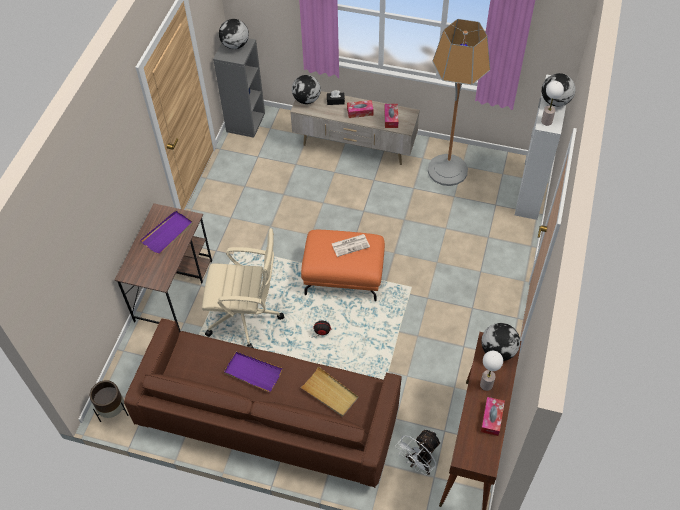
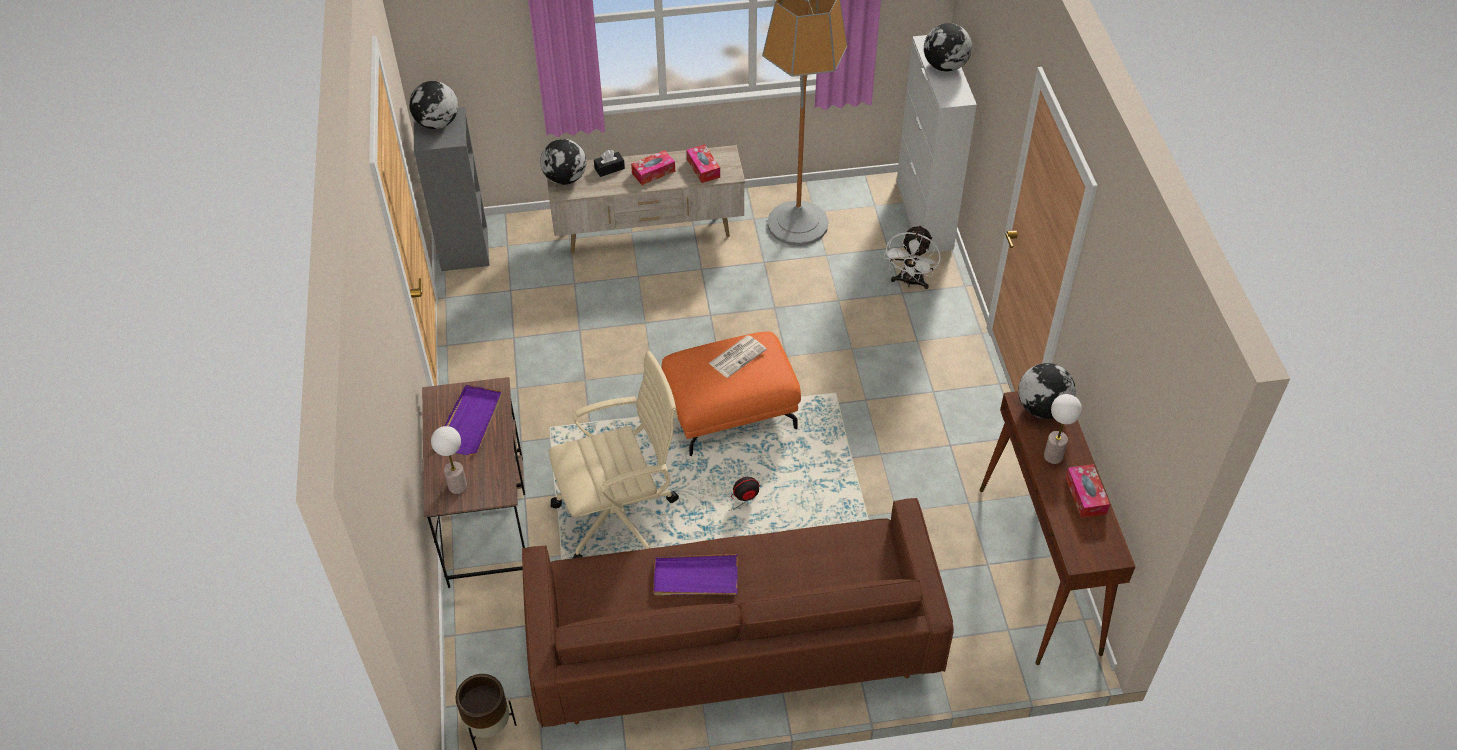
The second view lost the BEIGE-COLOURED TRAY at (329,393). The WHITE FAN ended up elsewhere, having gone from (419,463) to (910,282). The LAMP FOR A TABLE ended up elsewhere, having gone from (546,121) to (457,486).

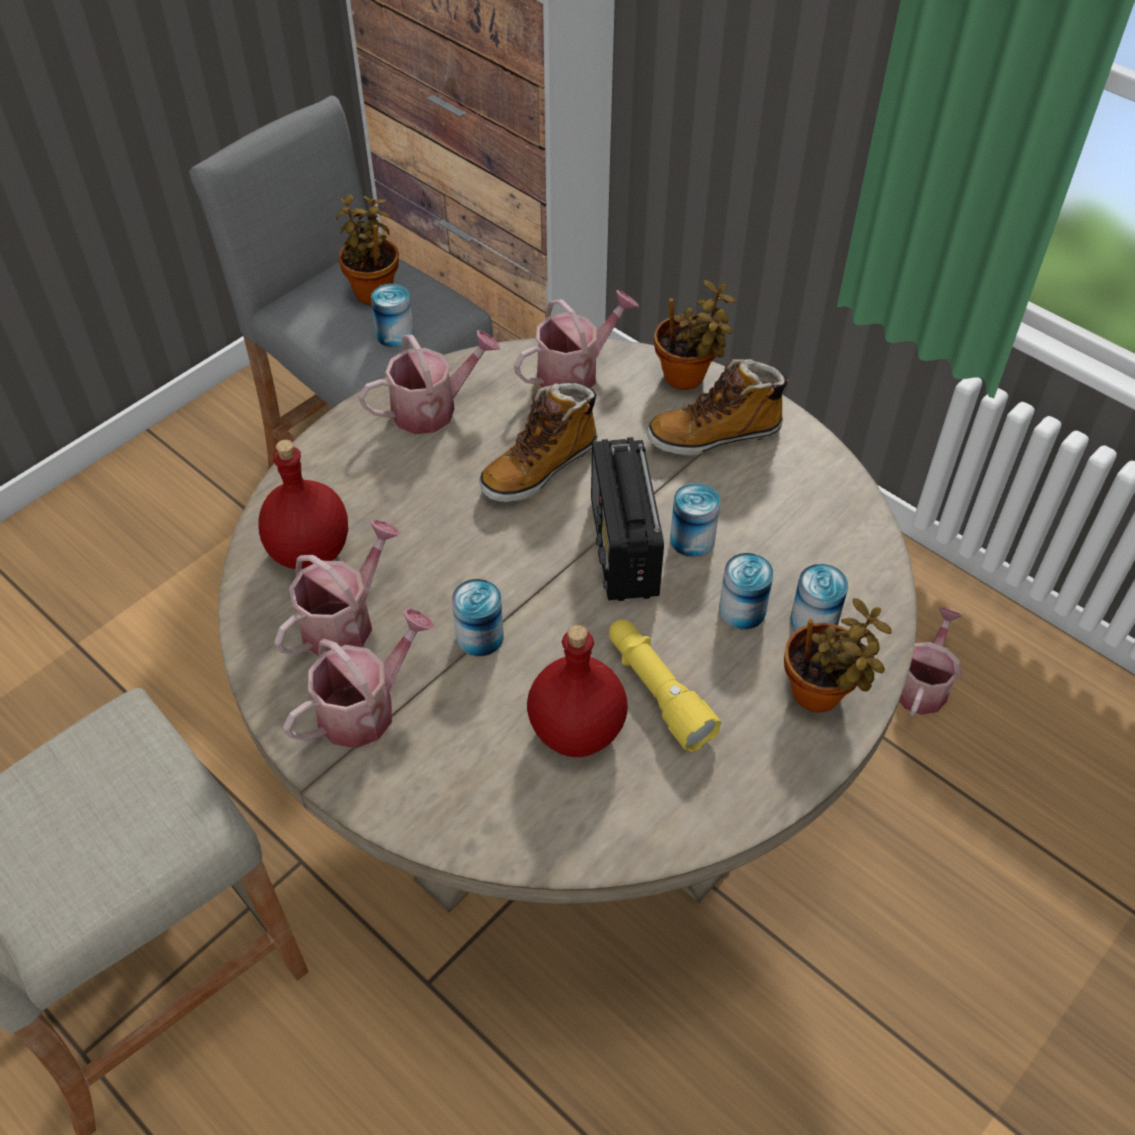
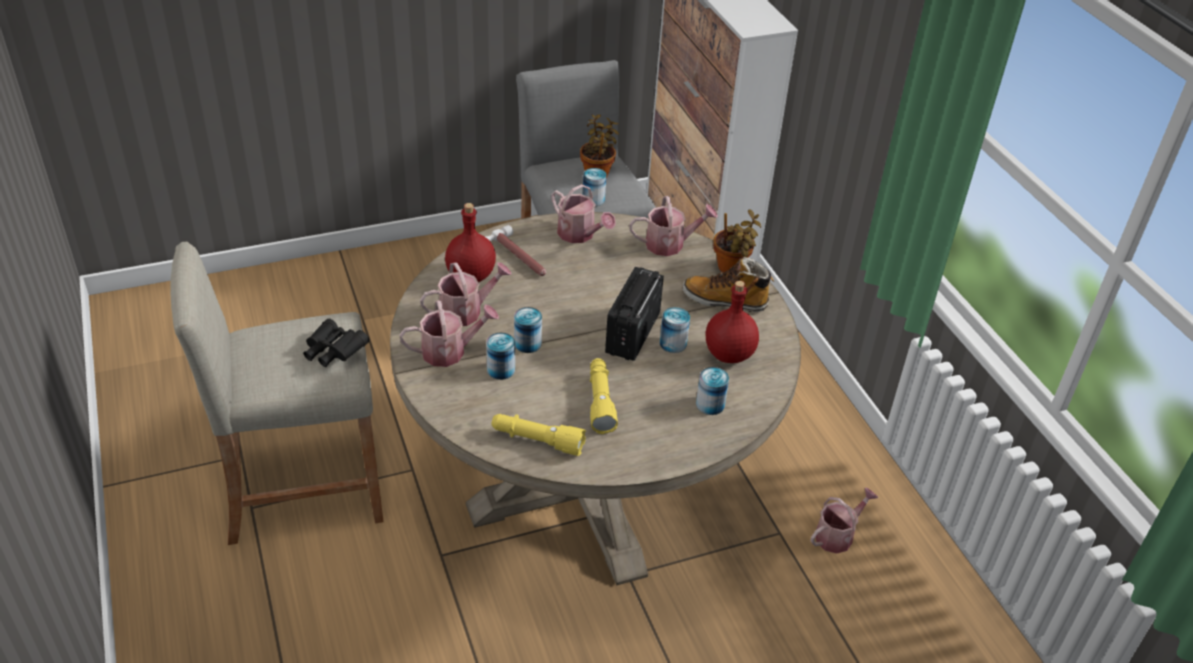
The second view lost the BOOT at (540,467). The second view lost the POTTED PLANT at (821,696). The second view gained the BLACK BINOCULARS at (333,353). The second view gained the HAND HAMMER at (518,257). The second view gained the YELLOW TORCH at (537,441). The RED-COLOURED BOTTLE ended up elsewhere, having gone from (575,730) to (728,354). The METAL CAN ended up elsewhere, having gone from (742,610) to (501,370). The WATERING CAN at (433,408) ended up facing another way, 45 degrees clockwise from before.

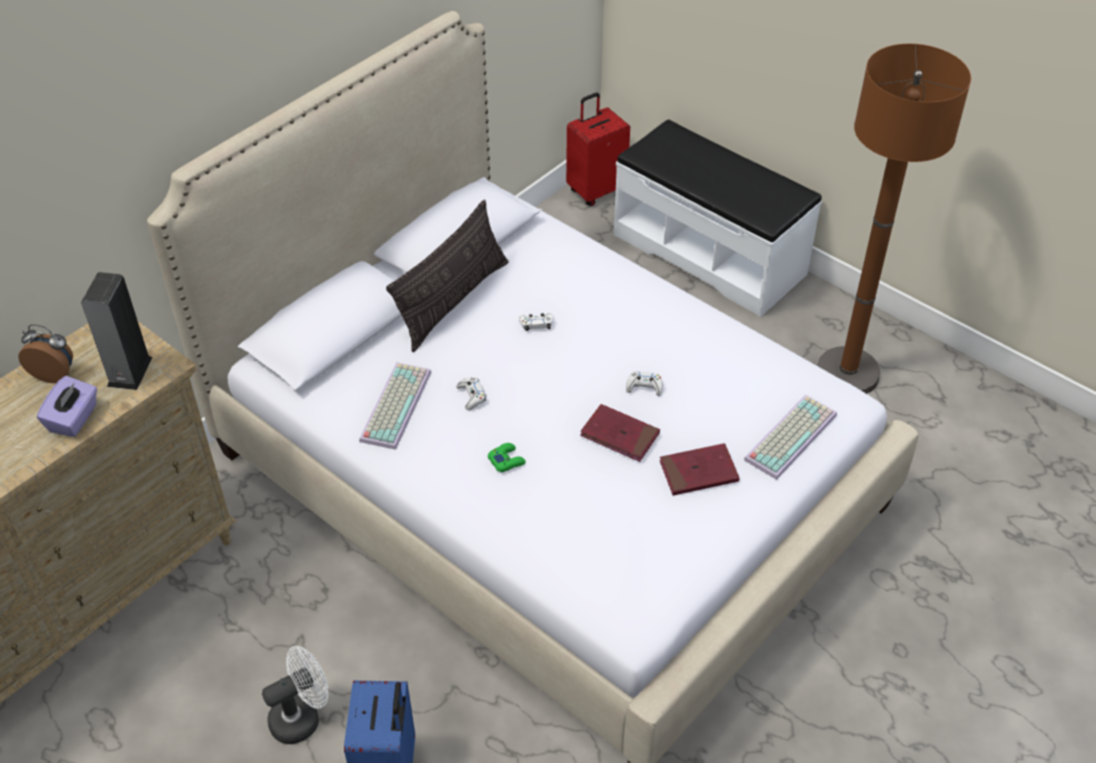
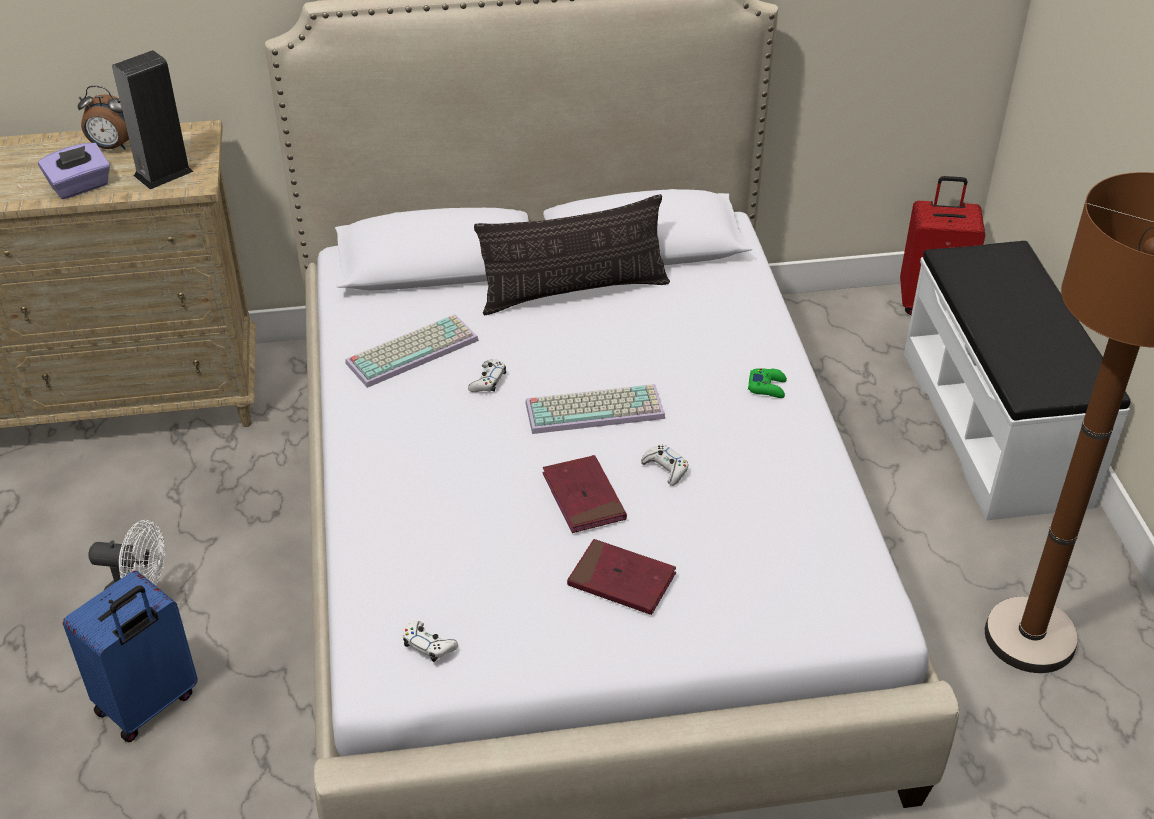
The GREENISH JOYPAD ended up elsewhere, having gone from (506,460) to (767,387). The WHITE JOYPAD ended up elsewhere, having gone from (536,324) to (429,645). The PC KEYBOARD ended up elsewhere, having gone from (790,435) to (596,408). The BEDSIDE CLOCK at (55,373) ended up facing another way, 135 degrees clockwise from before.

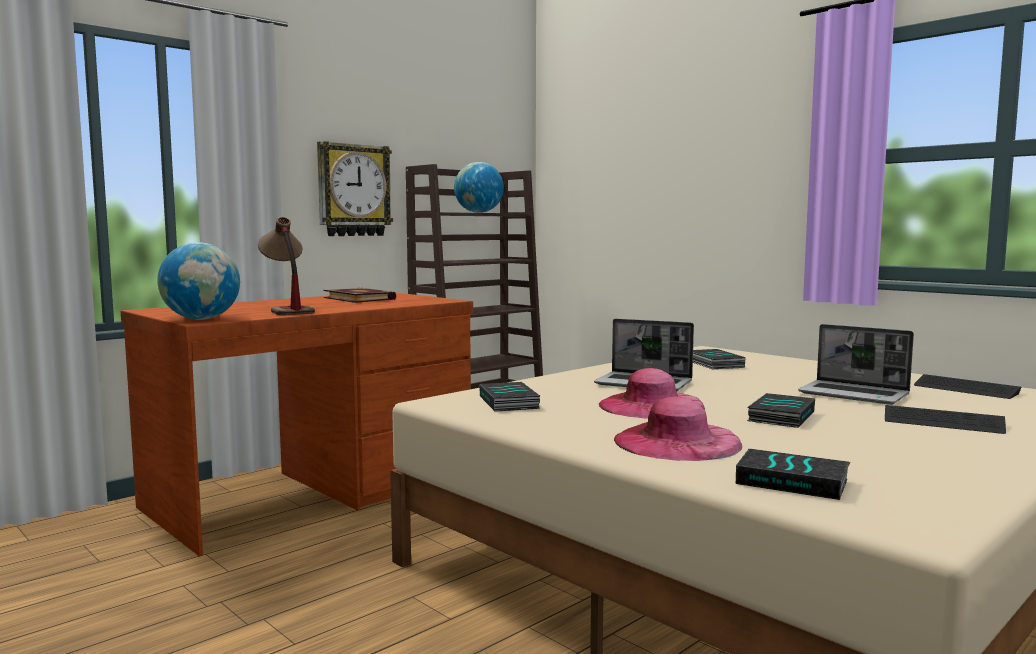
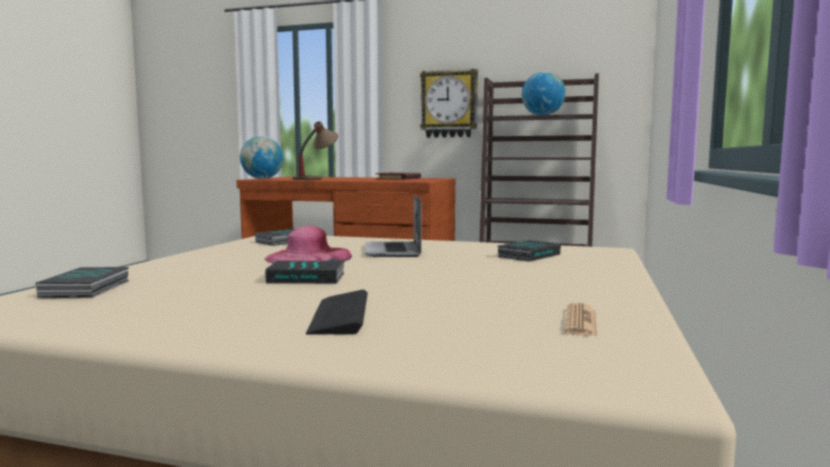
The second view lost the PINK-COLOURED HAT at (677,442). The second view lost the NOTEBOOK COMPUTER at (855,394). Where the PC KEYBOARD stood at (965,389), the NEWSPAPER came to stand at (581,321).

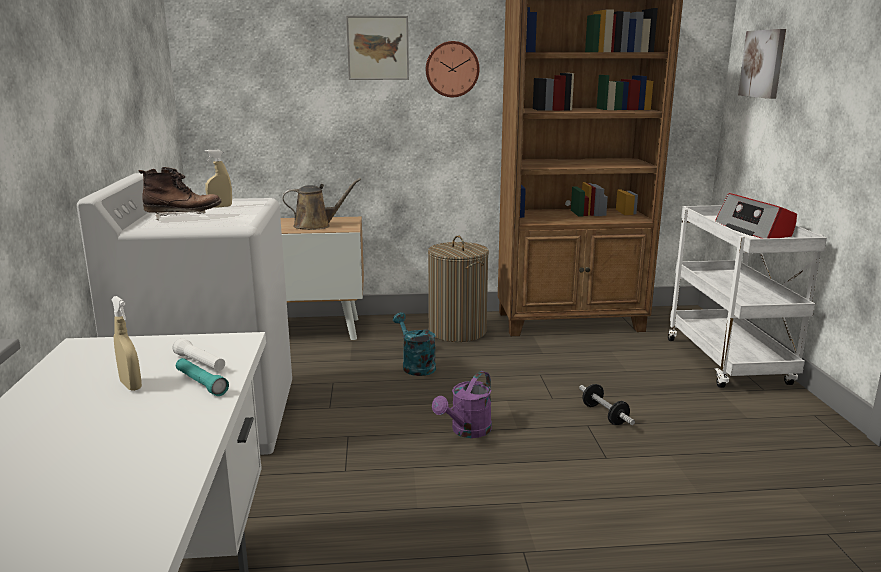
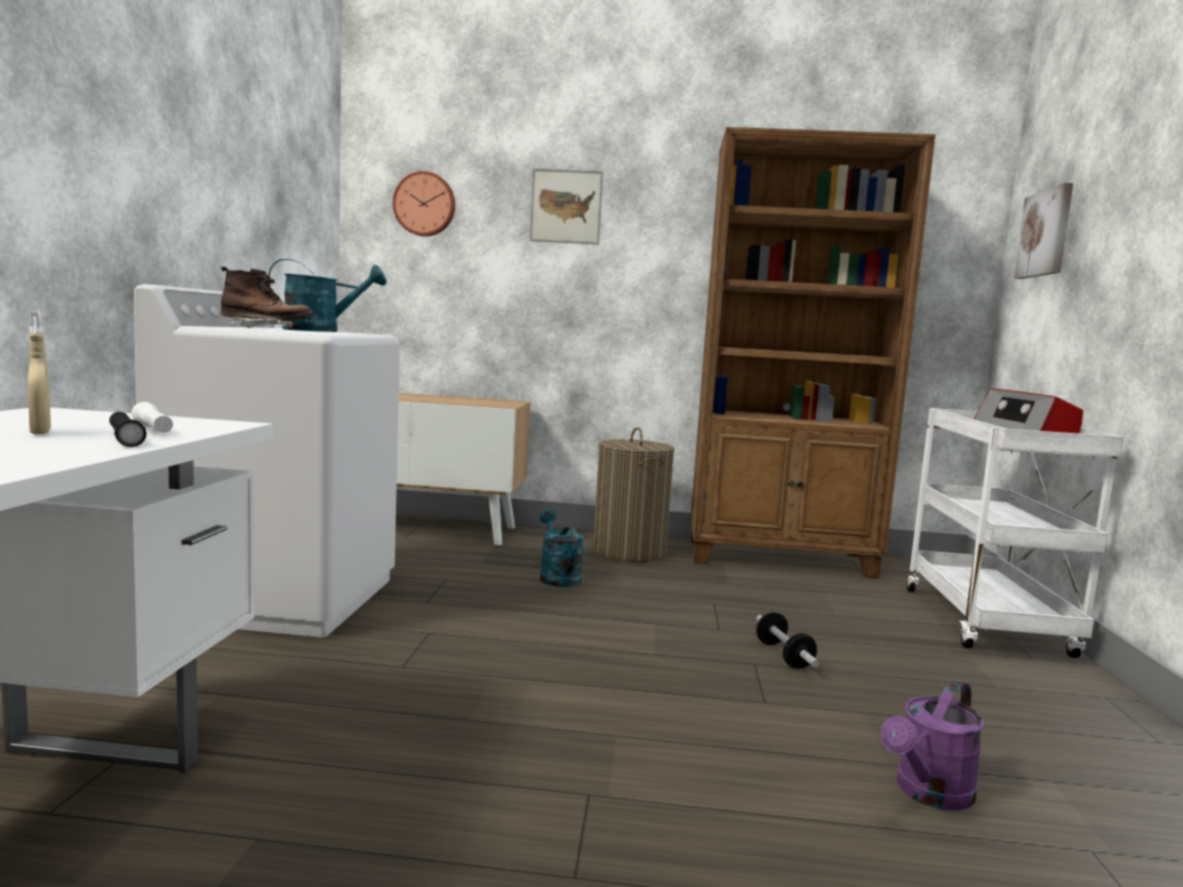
The second view lost the BROWN WATERING CAN at (316,225). The CLOCK ON THE WALL ended up elsewhere, having gone from (452,69) to (425,204). The PURPLISH WATERING CAN ended up elsewhere, having gone from (467,431) to (928,794). Where the BEIGE-COLOURED SPRAY BOTTLE stood at (220,206), the TURQUOISE-COLOURED WATERING CAN came to stand at (321,331). What was the TURQUOISE-COLOURED TORCH at (201,383) turned into the BLACK TORCH at (125,439).

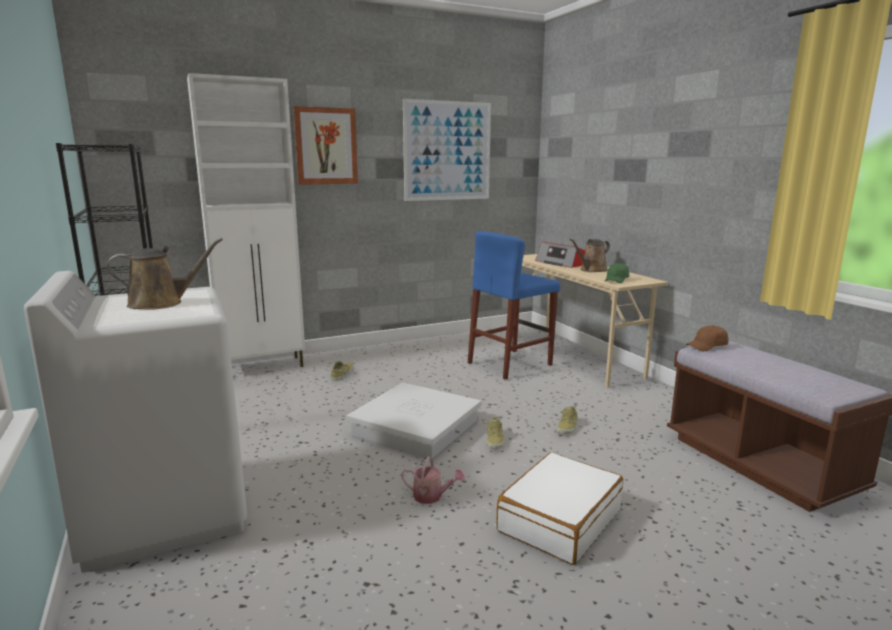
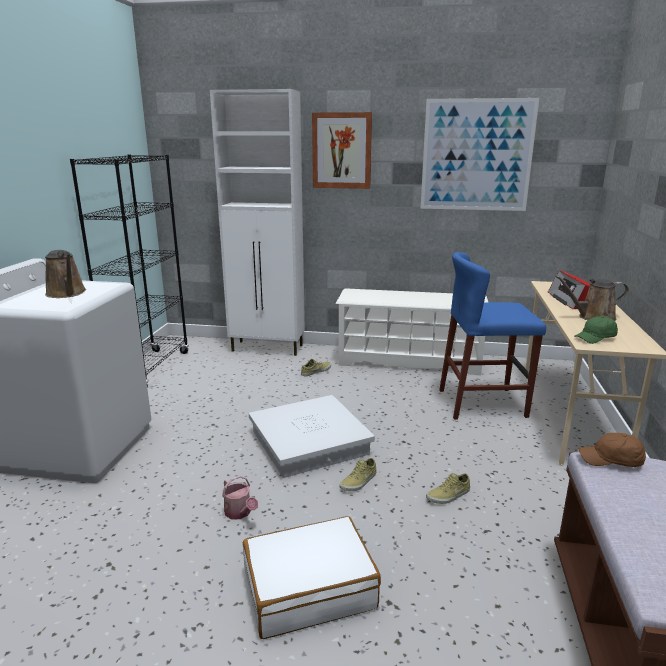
The second view gained the WHITE SHOE STAND at (409,360). The BROWN WATERING CAN at (161,303) ended up facing another way, 45 degrees clockwise from before.

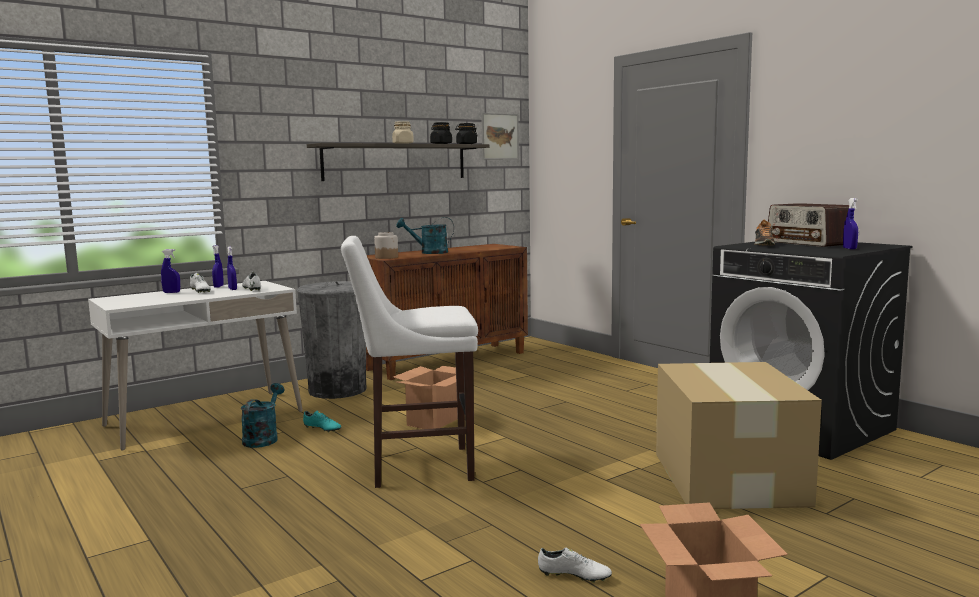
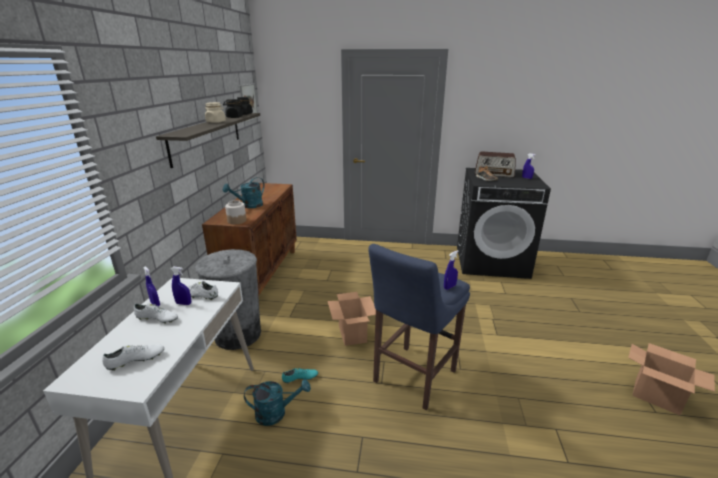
The second view lost the CARTON at (729,477). The BLUE SPRAY BOTTLE ended up elsewhere, having gone from (171,292) to (449,287). The WHITE SHOE ended up elsewhere, having gone from (574,576) to (136,361). What was the WHITE STOOL SEAT at (415,466) turned into the BLUE STOOL SEAT at (412,378). The TURQUOISE-COLOURED WATERING CAN at (263,438) ended up facing another way, 120 degrees clockwise from before.

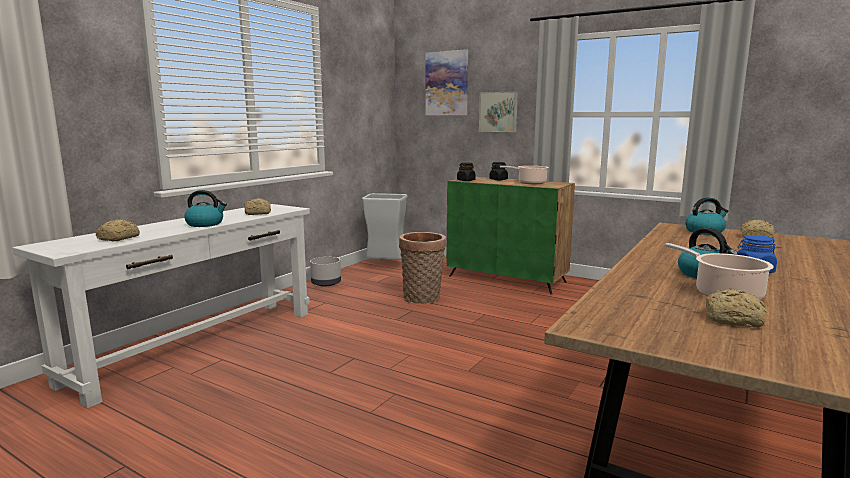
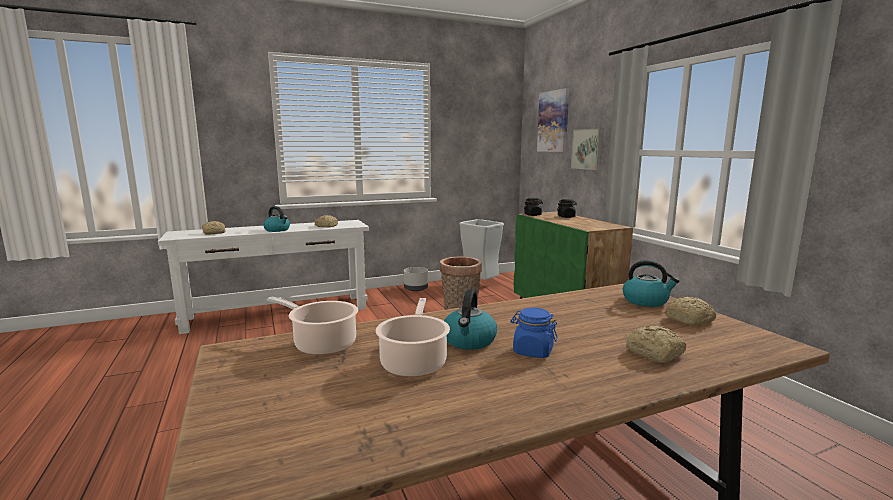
The COOKING POT ended up elsewhere, having gone from (530,183) to (322,344). The BAKED BREAD ended up elsewhere, having gone from (735,320) to (655,354).

